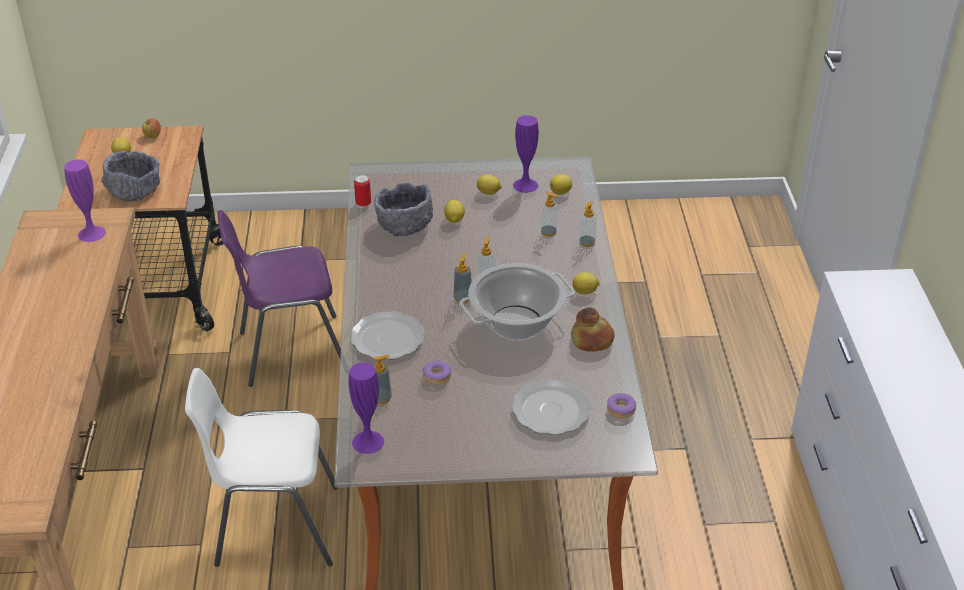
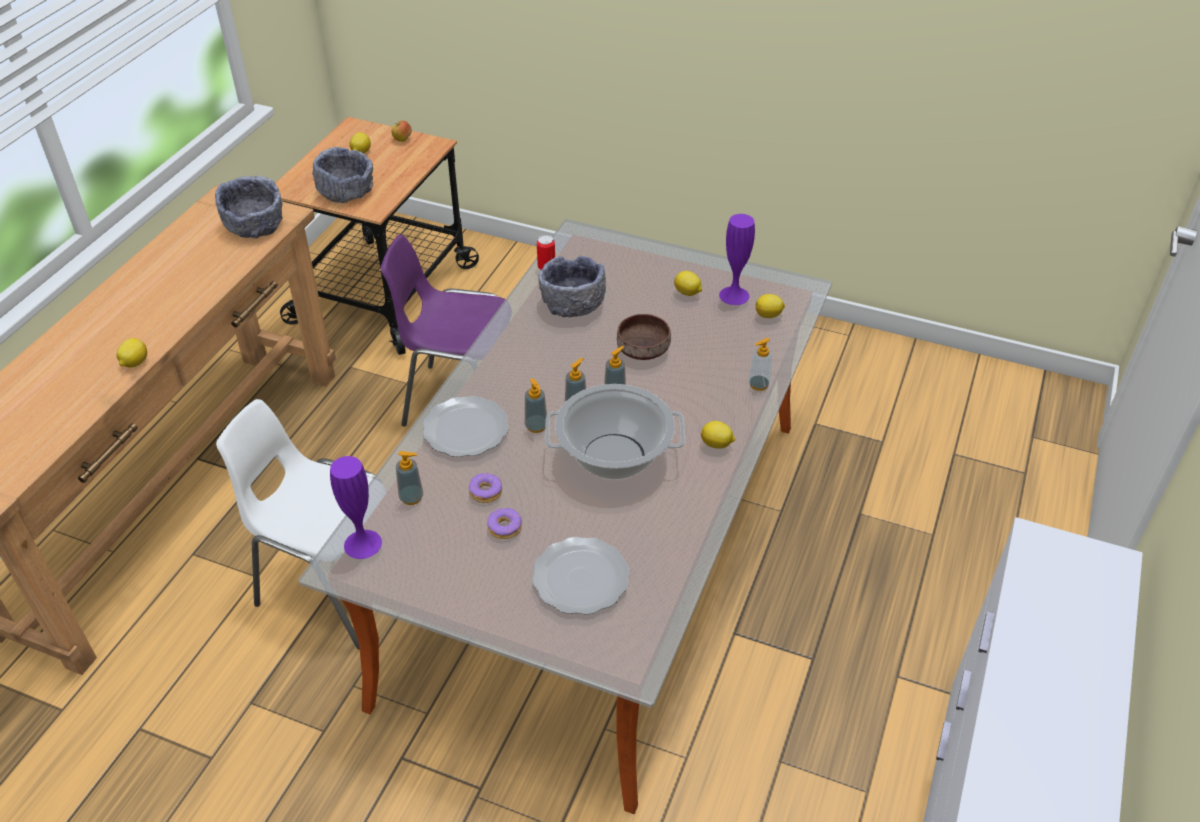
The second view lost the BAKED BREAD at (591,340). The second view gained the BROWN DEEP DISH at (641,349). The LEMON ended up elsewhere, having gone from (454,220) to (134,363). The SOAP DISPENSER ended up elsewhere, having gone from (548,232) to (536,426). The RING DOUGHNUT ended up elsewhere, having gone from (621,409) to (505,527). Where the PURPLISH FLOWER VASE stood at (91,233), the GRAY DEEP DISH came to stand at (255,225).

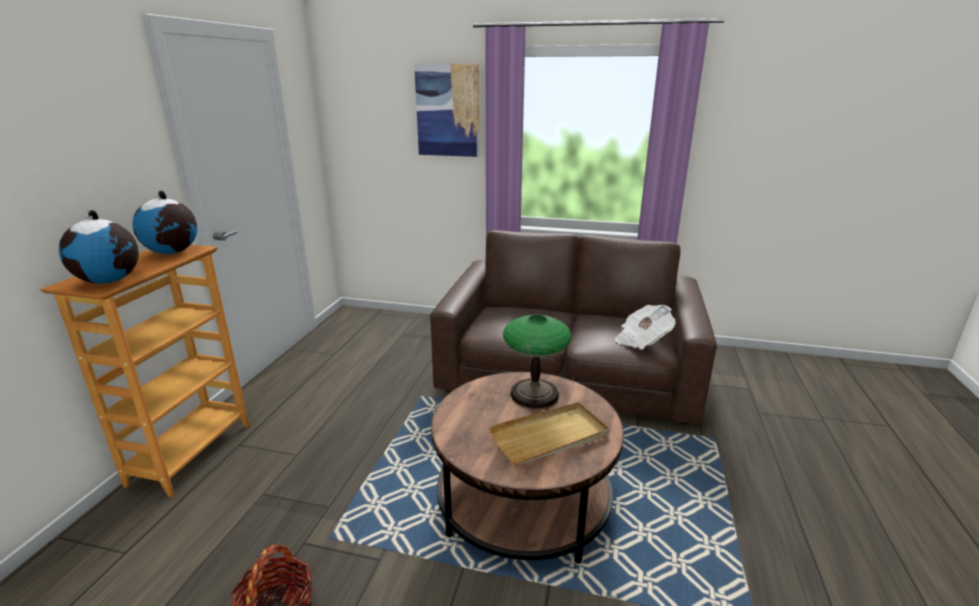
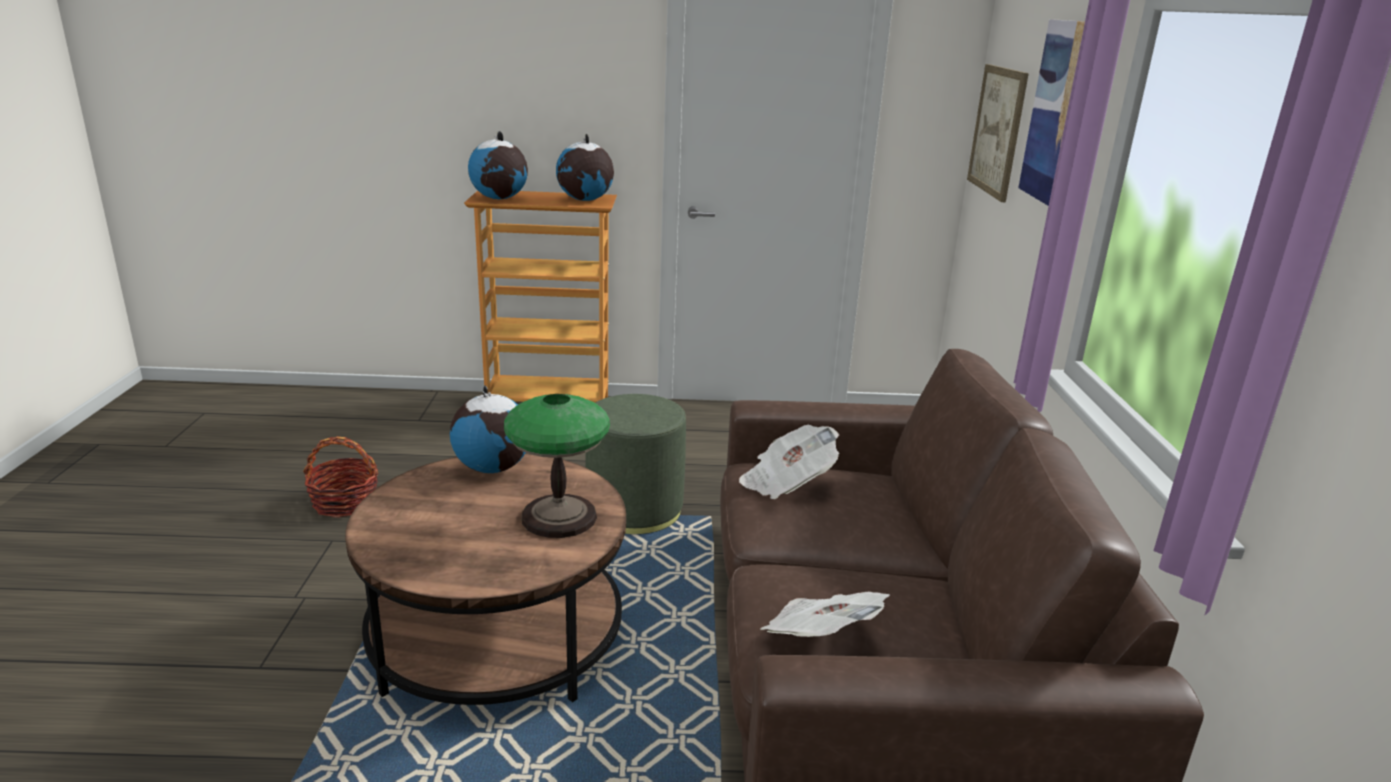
The second view lost the BEIGE-COLOURED TRAY at (550,436). The second view gained the WORLD GLOBE at (493,467). The second view gained the GREENISH FOOTREST at (634,510). The second view gained the NEWSPAPER at (787,483). The second view gained the WALL PICTURE at (997,131).

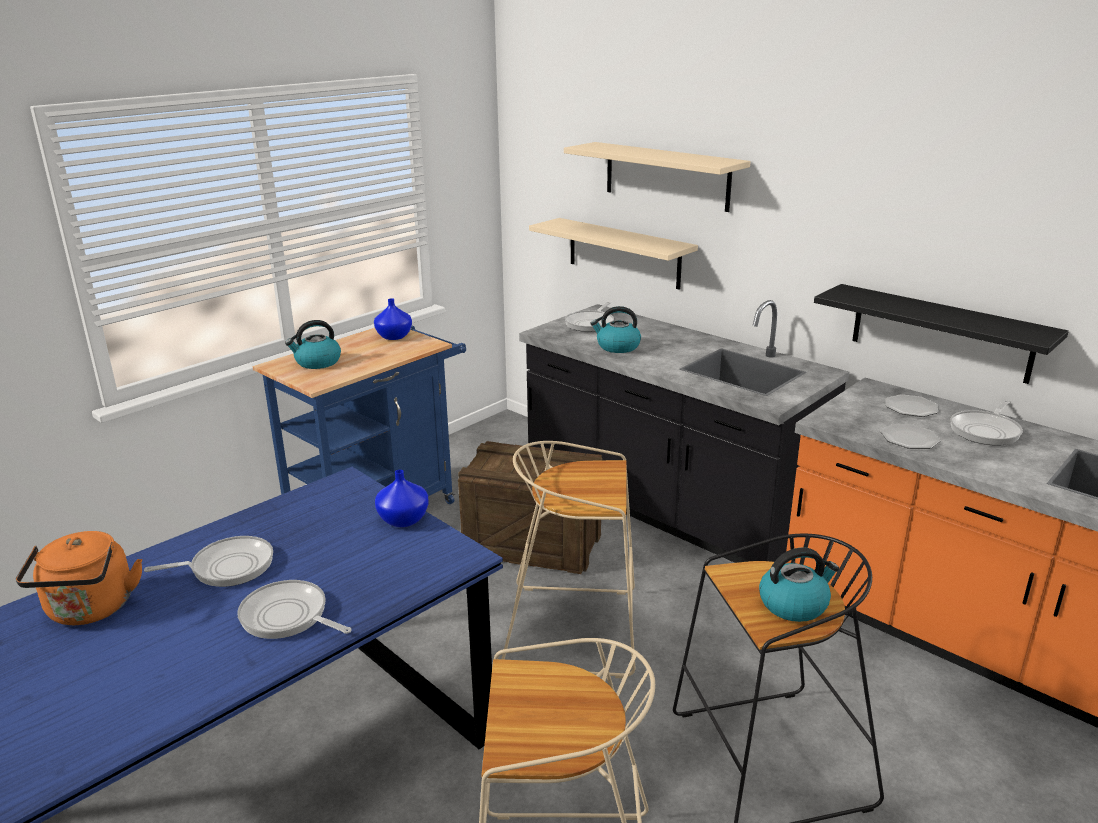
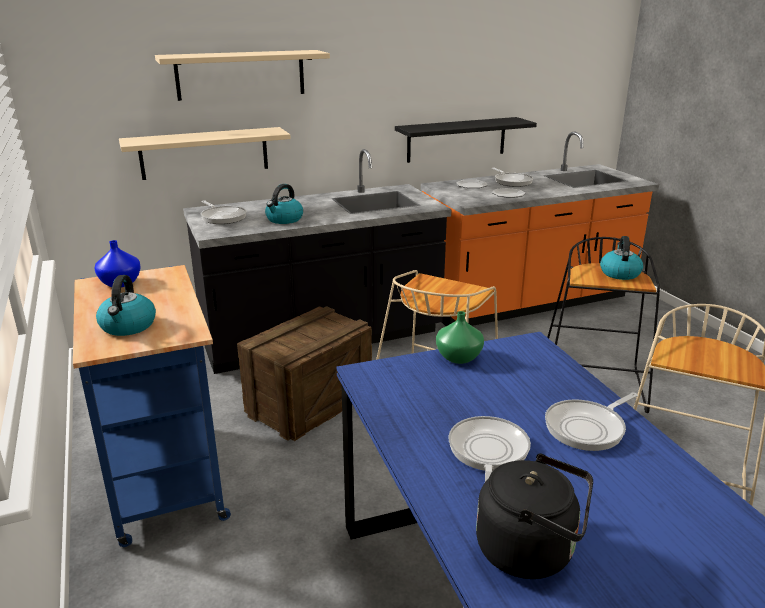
What was the ORANGE-COLOURED TEA KETTLE at (90,610) turned into the BLACK TEA KETTLE at (531,551). What was the BLUE FLOWER VASE at (402,519) turned into the GREENISH FLOWER VASE at (458,357).

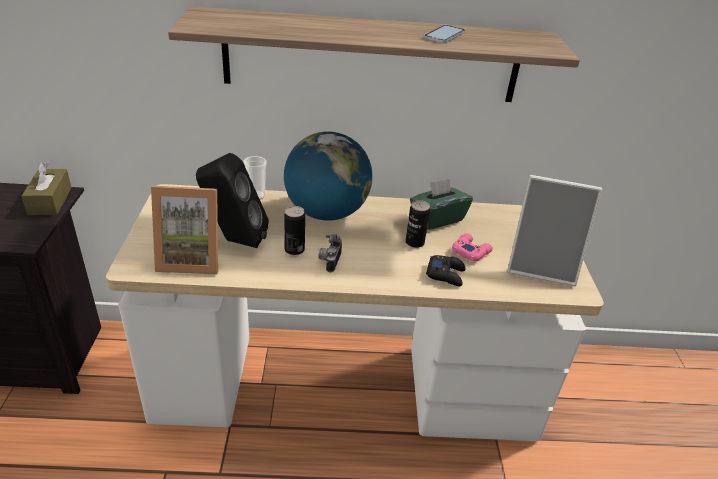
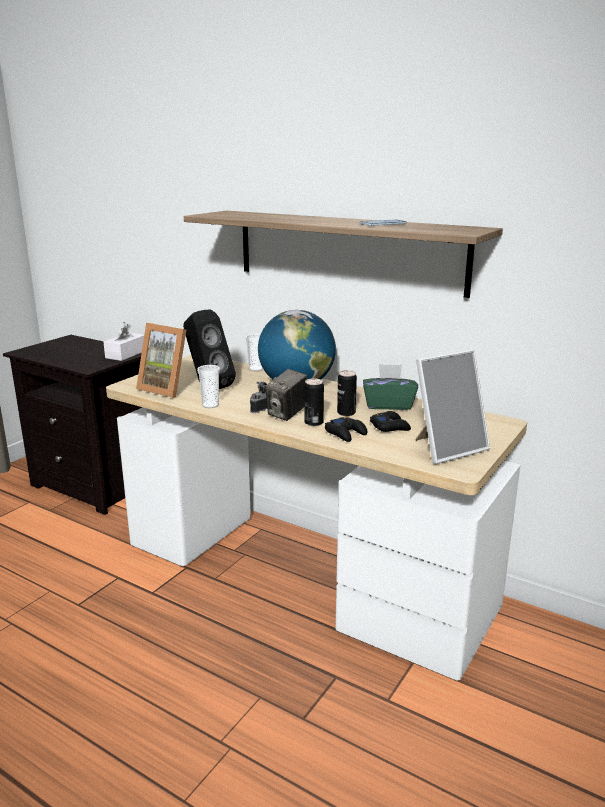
The second view gained the SMALL CUP at (210,405). The second view gained the STILL CAMERA at (287,414). The METAL CAN ended up elsewhere, having gone from (294,249) to (314,422). What was the BROWN TISSUE BOX at (50,201) turned into the WHITE TISSUE BOX at (126,354). What was the PINK-COLOURED JOYPAD at (470,251) turned into the BLACK JOYPAD at (390,427). The PHOTO FRAME at (541,266) ended up facing another way, 75 degrees counterclockwise from before.

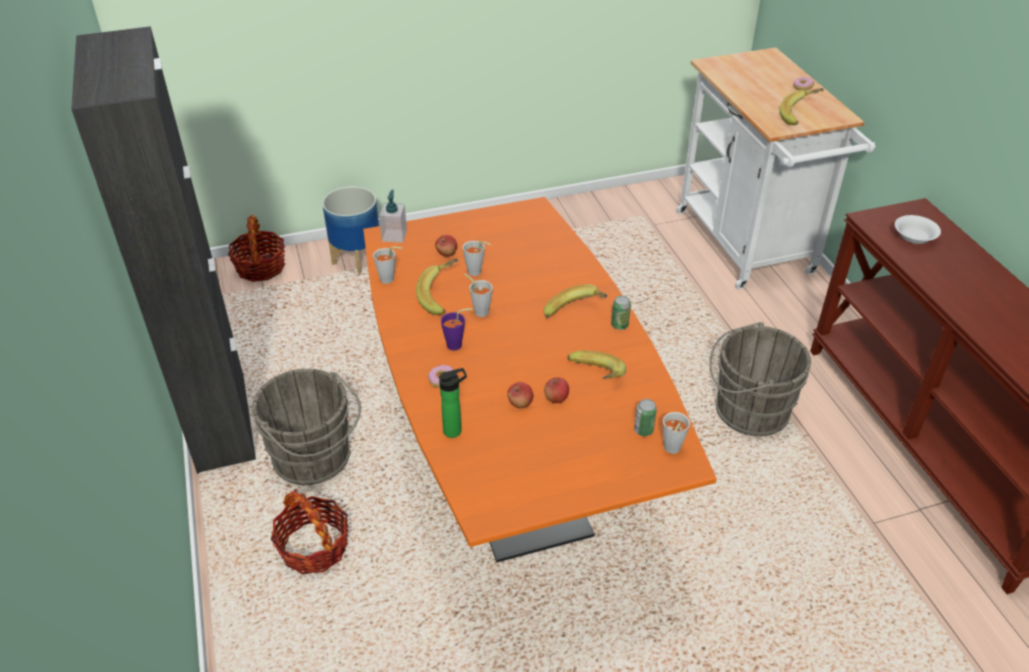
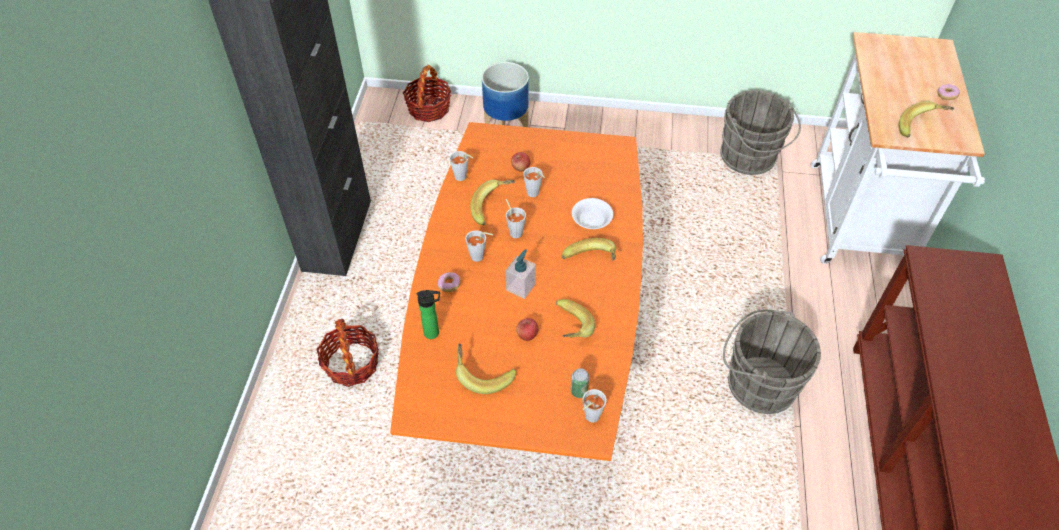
The second view lost the APPLE at (520,404). The second view lost the METAL CAN at (619,325). The second view gained the BANANA at (483,374). The GRAY BUCKET ended up elsewhere, having gone from (315,460) to (749,159). The SOAP DISPENSER ended up elsewhere, having gone from (394,235) to (521,287). The WHITE DEEP DISH ended up elsewhere, having gone from (914,238) to (591,221). What was the PURPLISH SMALL CUP at (458,345) turned into the GRAY SMALL CUP at (480,257).

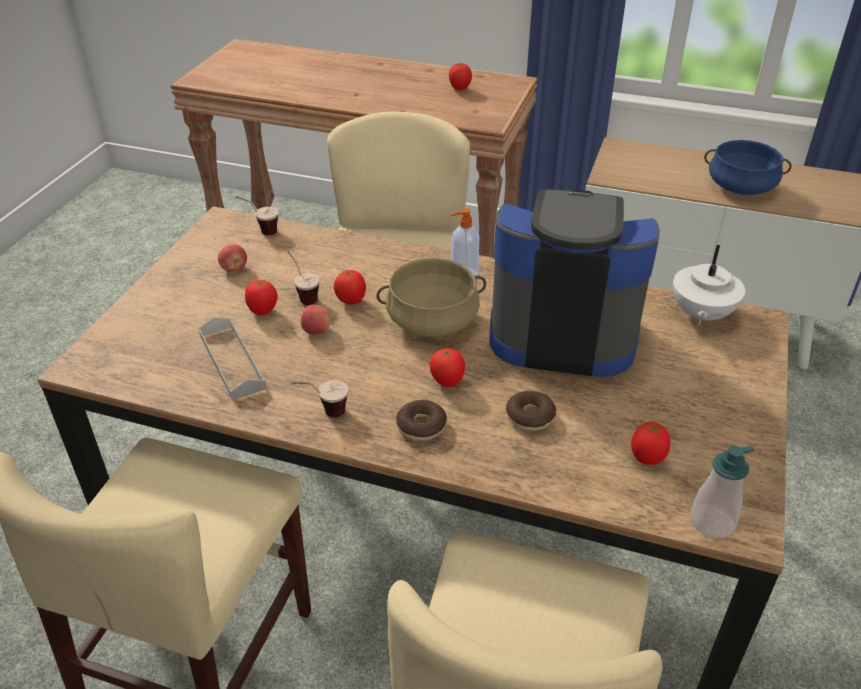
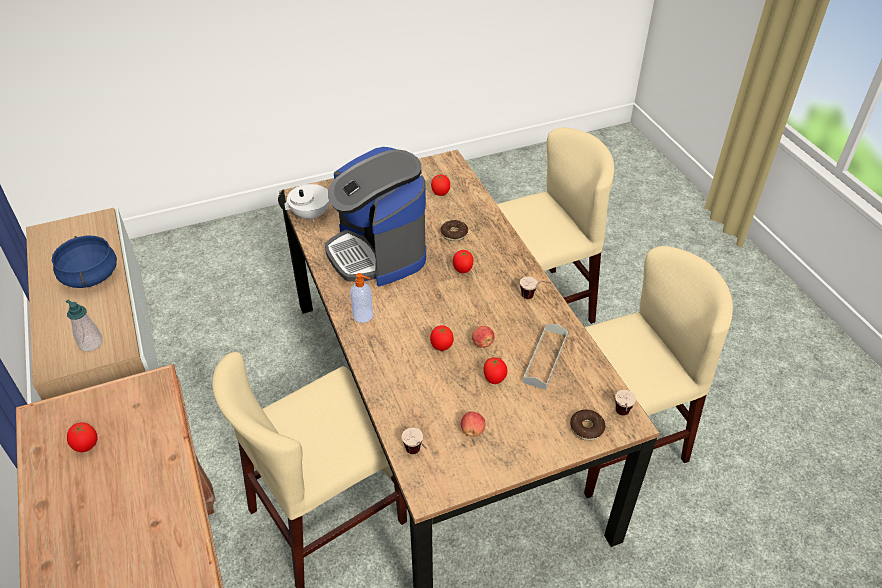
The second view lost the BEIGE-COLOURED COOKING POT at (432,320). The SMALL CUP ended up elsewhere, having gone from (303,295) to (621,417). The RING DOUGHNUT ended up elsewhere, having gone from (421,426) to (586,428). The SOAP DISPENSER ended up elsewhere, having gone from (712,522) to (91,343).

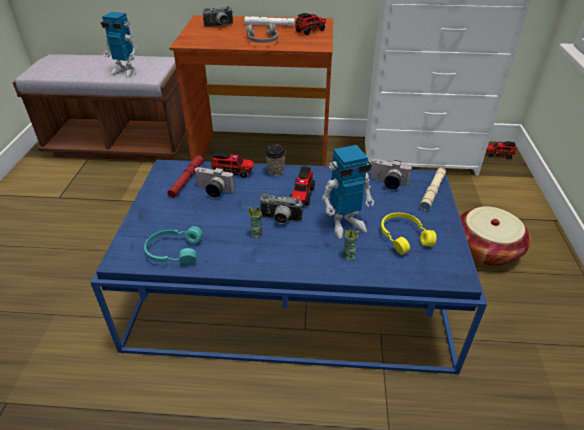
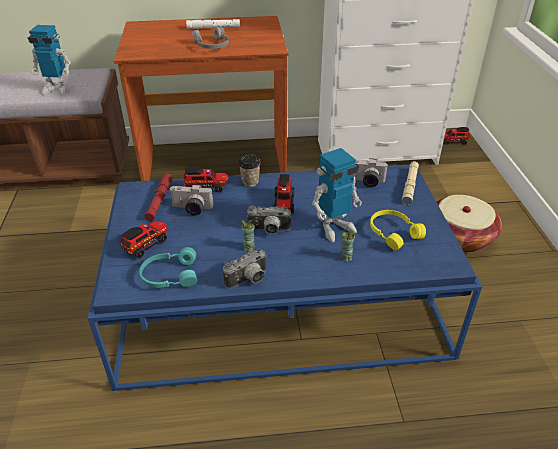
The STILL CAMERA ended up elsewhere, having gone from (220,26) to (249,280). The TOY LORRY ended up elsewhere, having gone from (310,31) to (146,245).

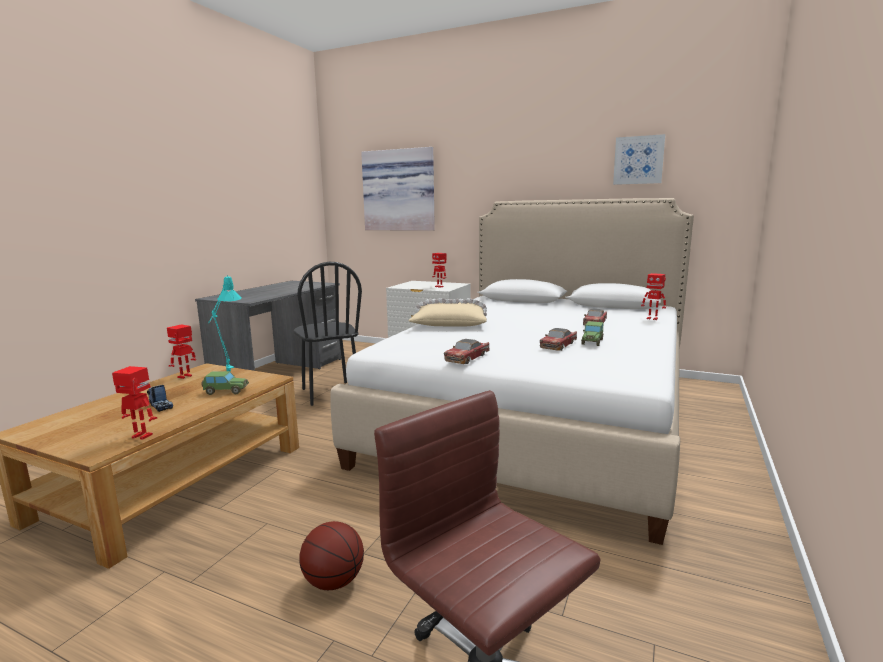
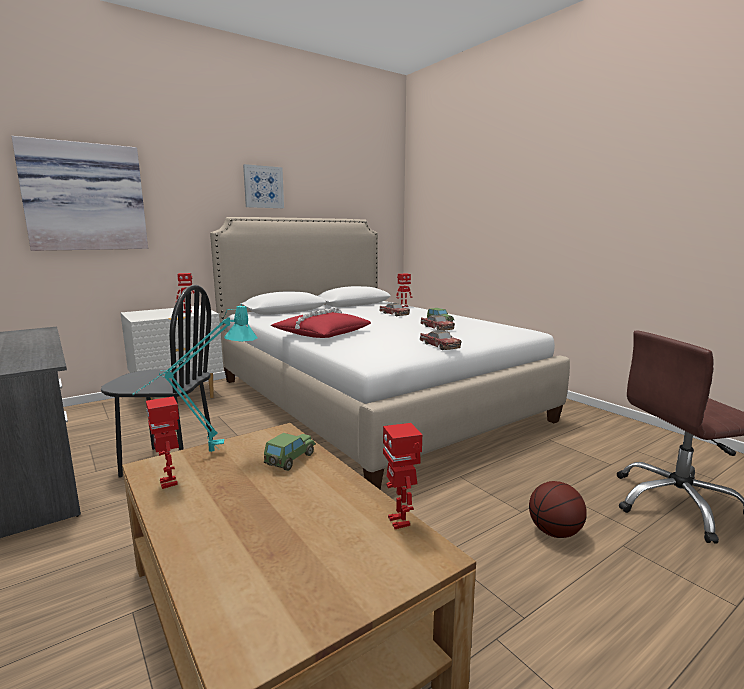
The second view lost the TOY LORRY at (161,406). The WALL PICTURE ended up elsewhere, having gone from (638,160) to (263,187). What was the BEIGE-COLOURED THROW PILLOW at (450,323) turned into the RED-COLOURED THROW PILLOW at (321,333). The ROBOT FIGURE at (141,436) ended up facing another way, 60 degrees counterclockwise from before.

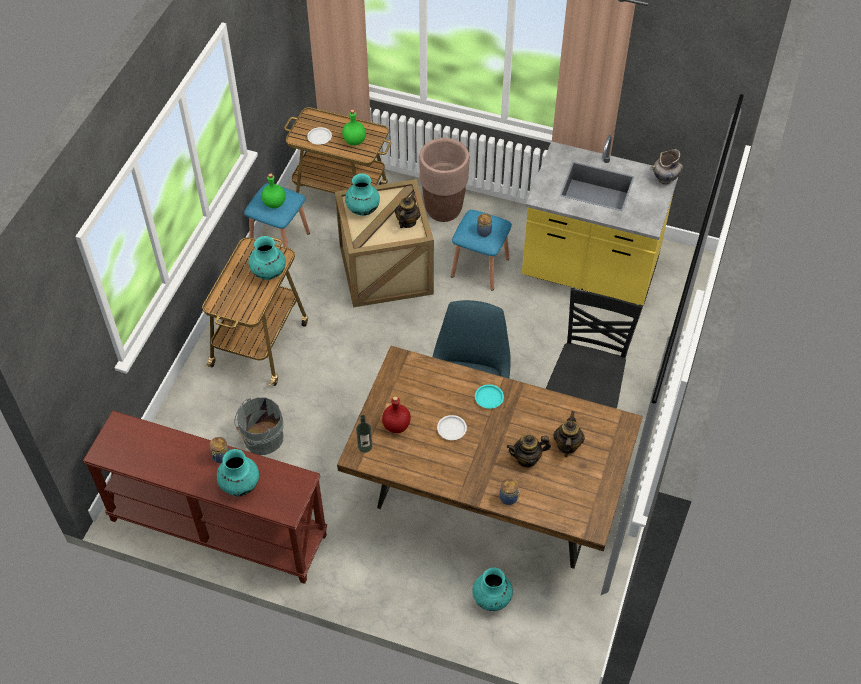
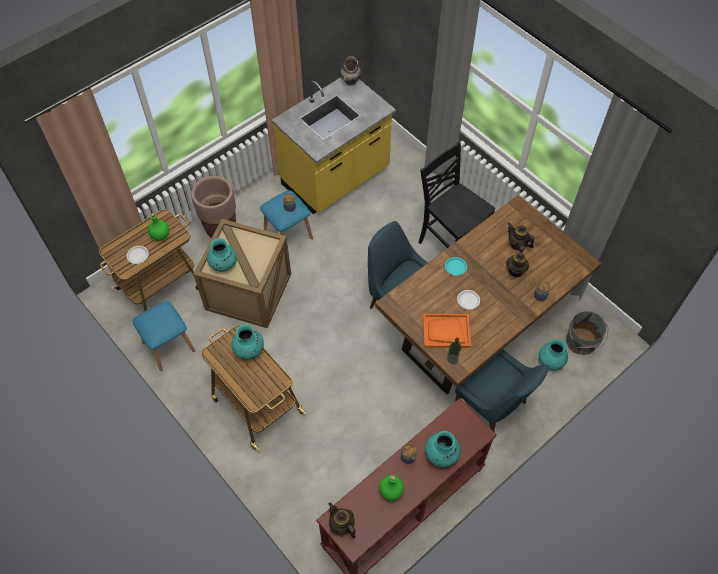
The second view gained the BLUE UPRIGHT CHAIR at (492,406). The GRAY BUCKET ended up elsewhere, having gone from (261,439) to (581,342). The GREENISH BOTTLE ended up elsewhere, having gone from (274,204) to (391,491). The TEA POT ended up elsewhere, having gone from (407,222) to (342,525). Where the RED-COLOURED BOTTLE stood at (396,425), the ORANGE-COLOURED TRAY came to stand at (446,331).

